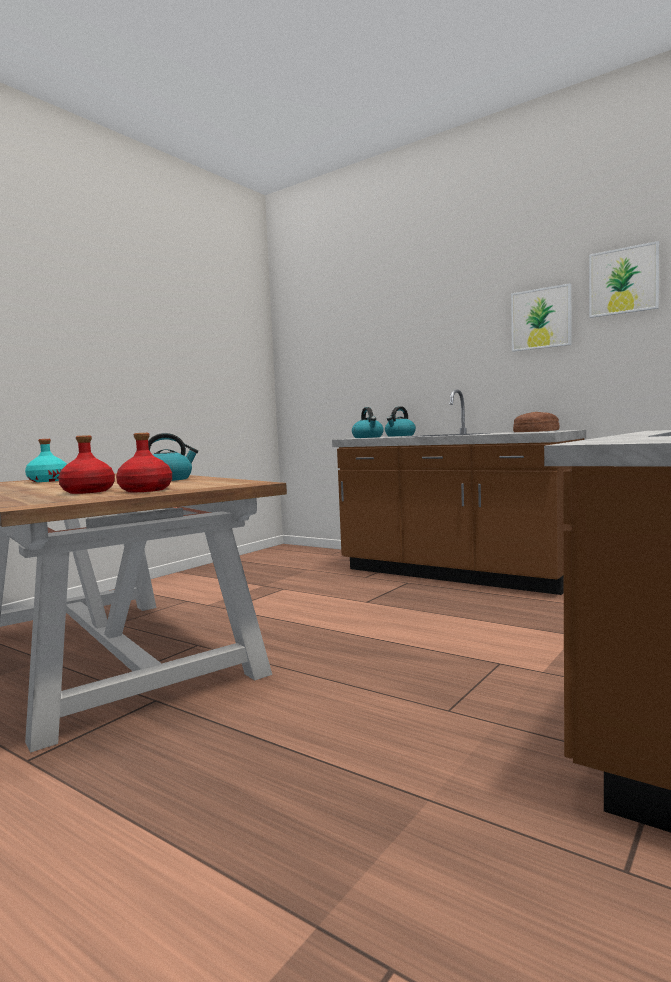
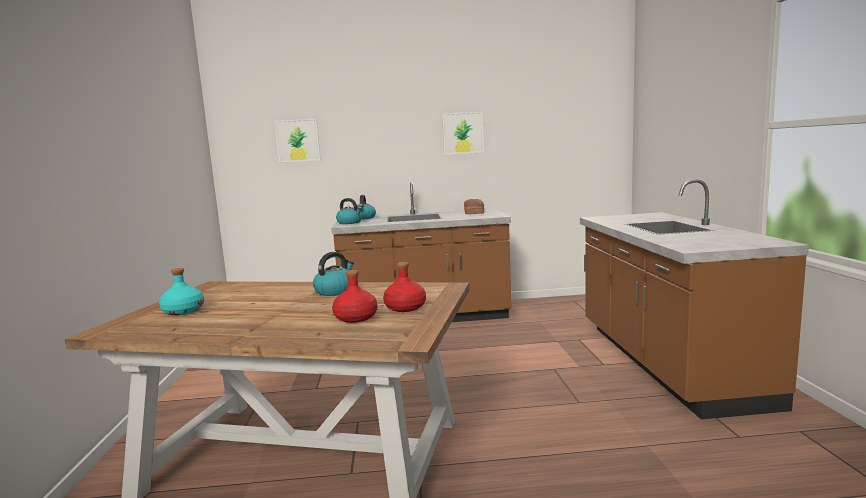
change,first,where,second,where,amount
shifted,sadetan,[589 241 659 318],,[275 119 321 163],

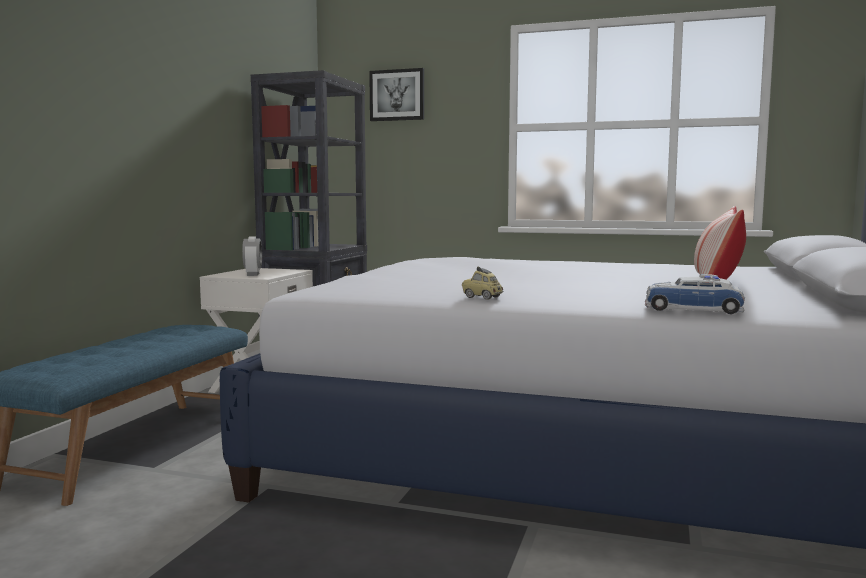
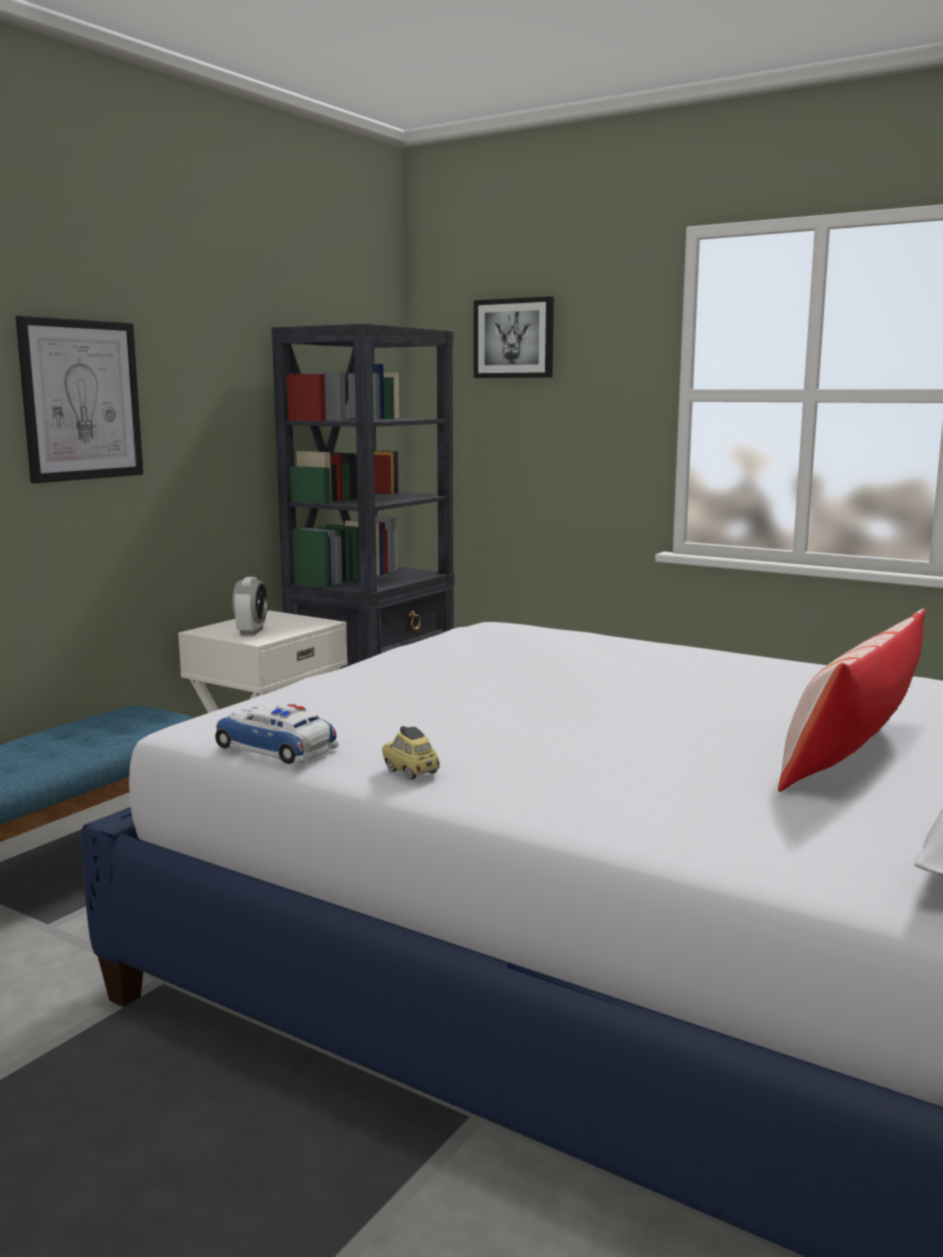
change,first,where,second,where,amount
shifted,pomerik,[645 274 746 314],,[215 704 339 764],
new,,,sadetan,[16 315 143 483],

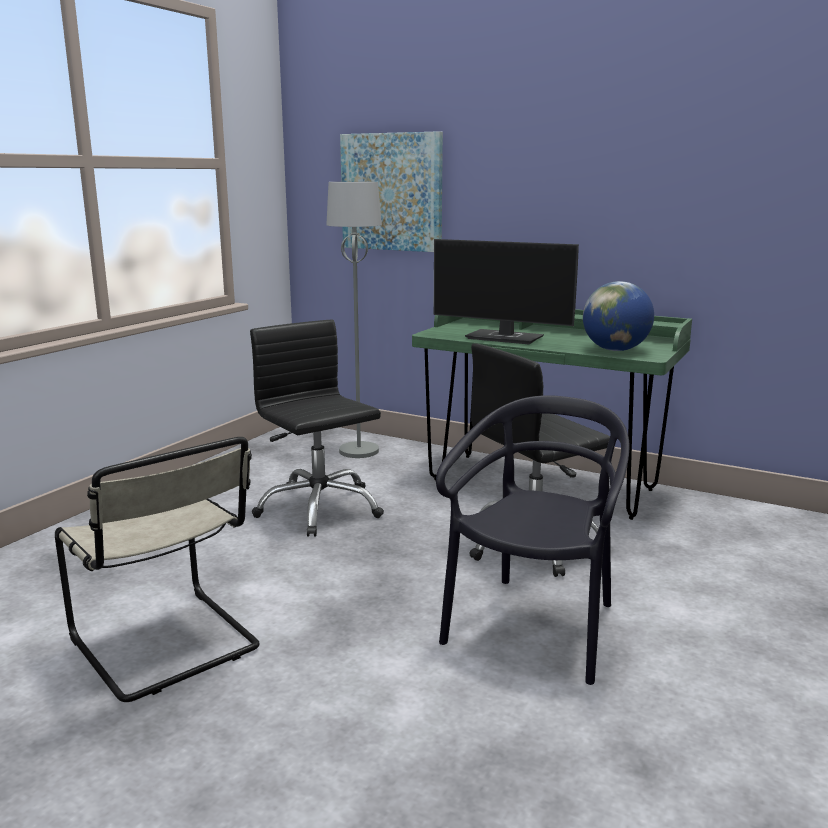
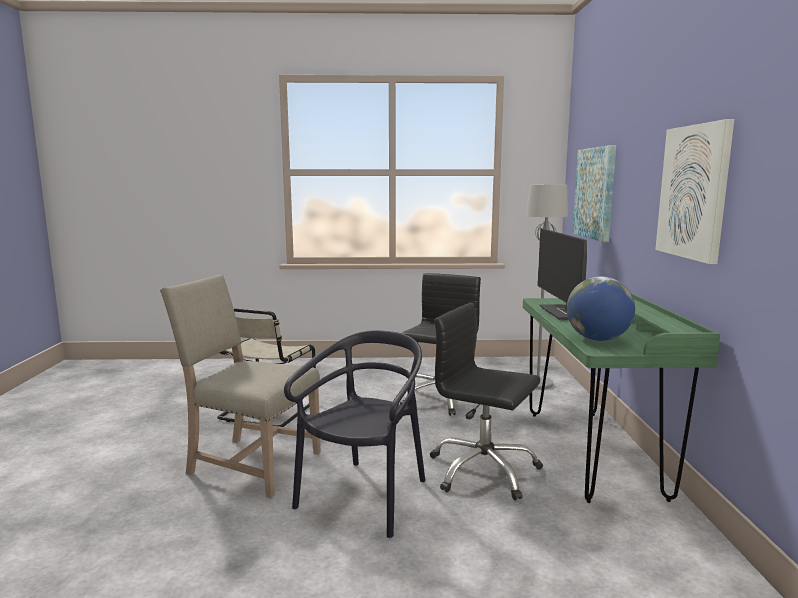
change,first,where,second,where,amount
rotated,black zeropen,[436 395 630 685],,[284 330 425 538],60 degrees counterclockwise
new,,,sadetan,[655 119 734 264],
new,,,beige zeropen,[160 274 321 498],

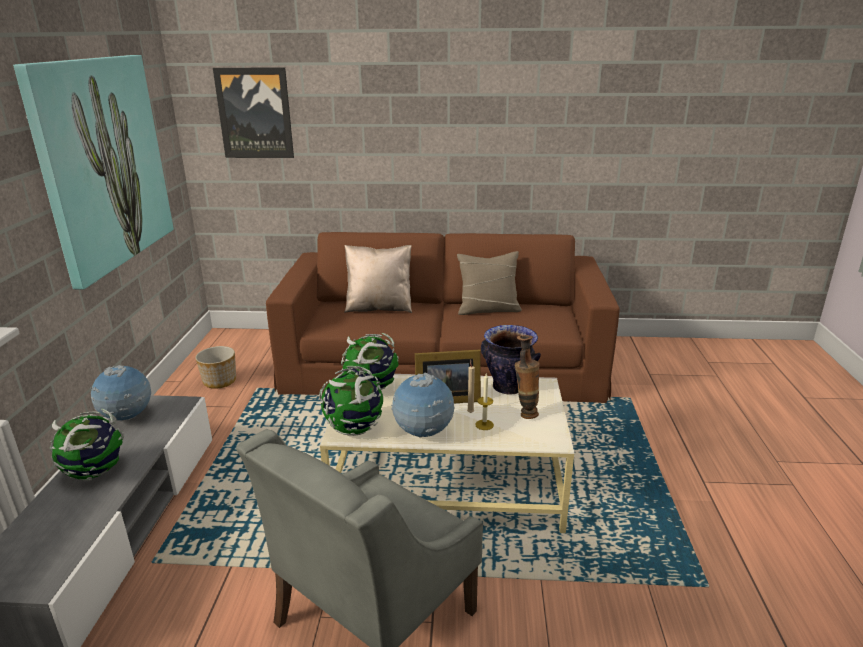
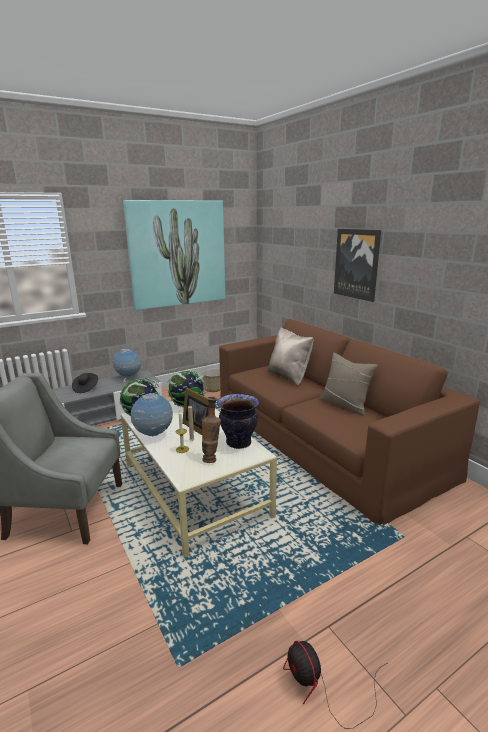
change,first,where,second,where,amount
shifted,sadetan,[213 67 294 158],,[334 229 381 302],
swapped,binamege,[50 409 124 481],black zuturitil,[72 373 98 393],
new,,,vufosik,[283 641 387 729],

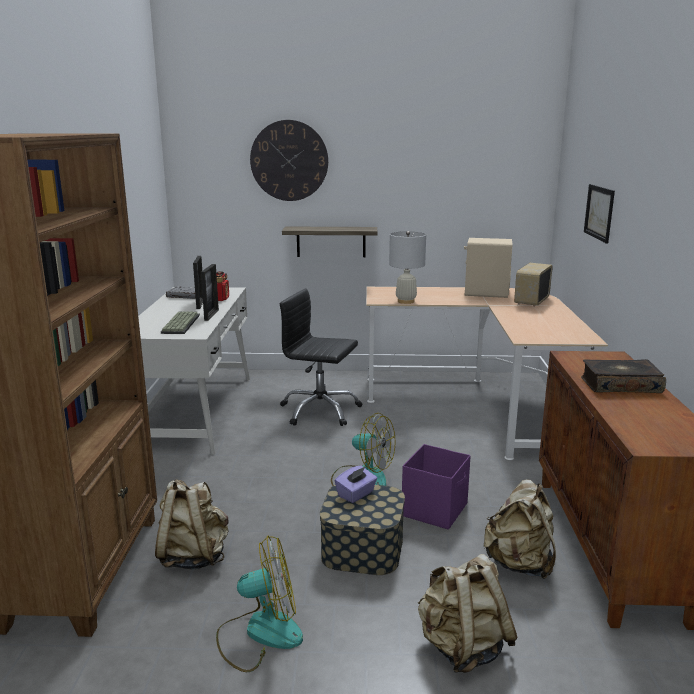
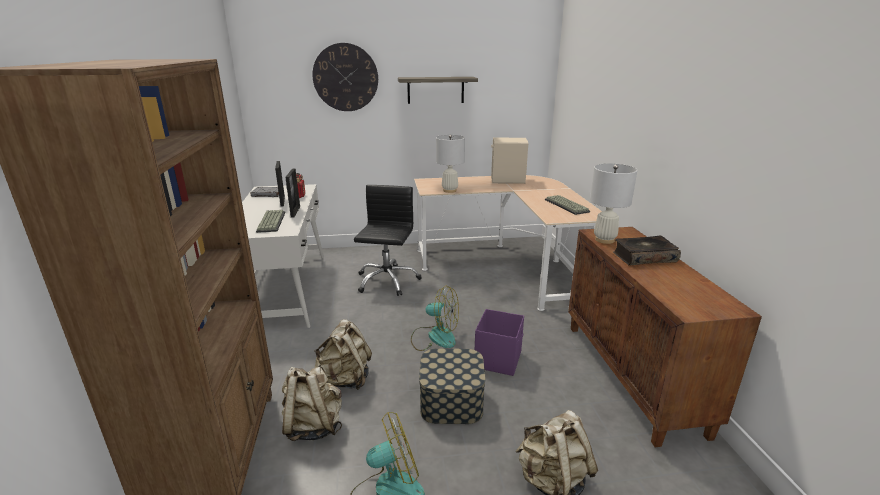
change,first,where,second,where,amount
gone,sadetan,[584 184 615 244],,,
shifted,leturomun,[282 227 377 257],,[398 77 478 104],
gone,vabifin,[514 263 553 307],,,
rotated,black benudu,[280 289 362 426],,[354 185 422 296],90 degrees clockwise
gone,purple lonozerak,[335 466 377 503],,,
shifted,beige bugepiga,[483 479 556 579],,[314 319 372 390],
new,,,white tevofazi,[590 164 637 244],
new,,,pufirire,[545 195 590 215],

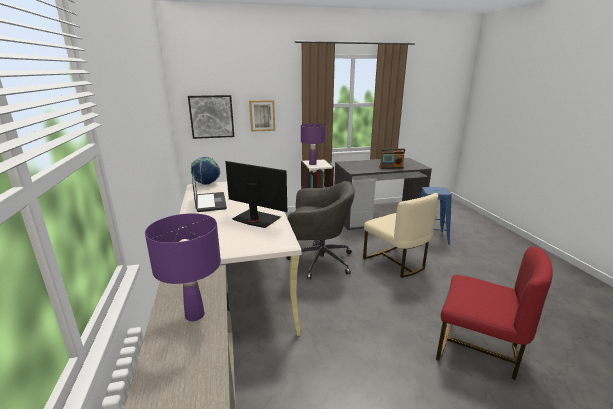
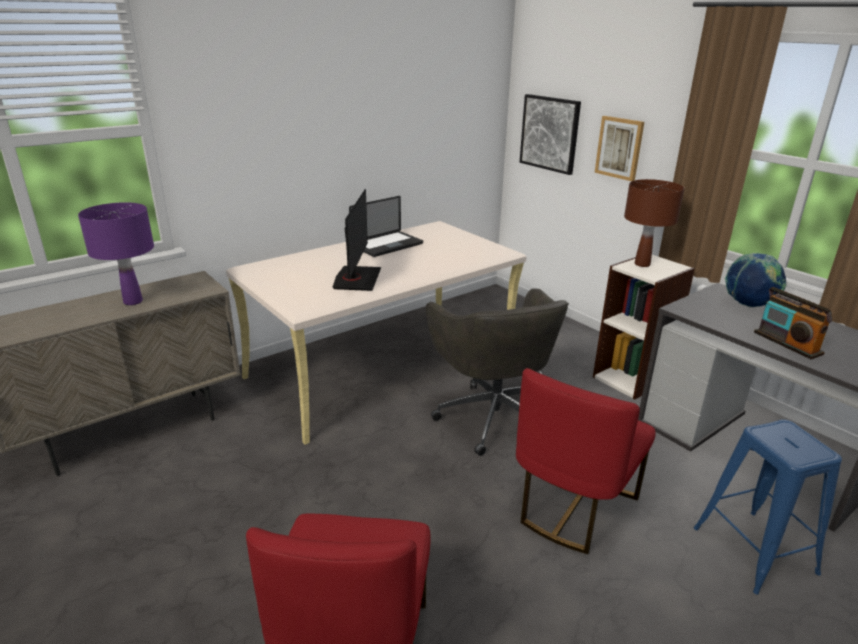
change,first,where,second,where,amount
repainted,purple tevofazi,[301 123 326 165],brown tevofazi,[624 179 684 267],
shifted,binamege,[191 156 220 185],,[725 253 786 307],
repainted,beige zeropen,[363 193 438 278],red zeropen,[516 368 656 554],

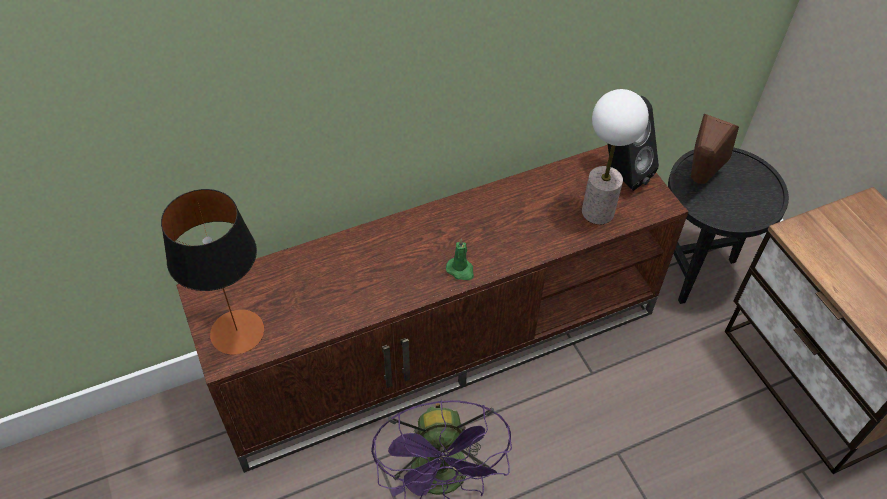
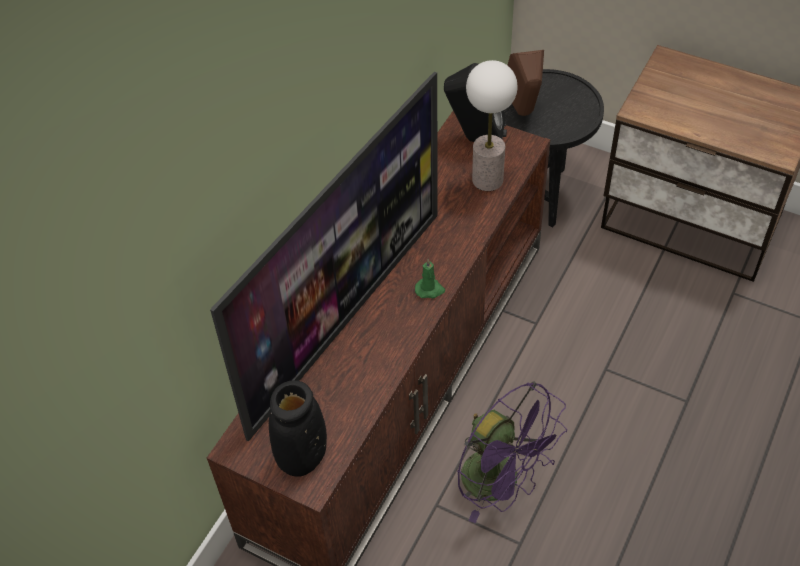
change,first,where,second,where,amount
swapped,tevofazi,[161 189 264 355],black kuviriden,[269 380 327 477],
new,,,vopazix,[210 72 438 441],

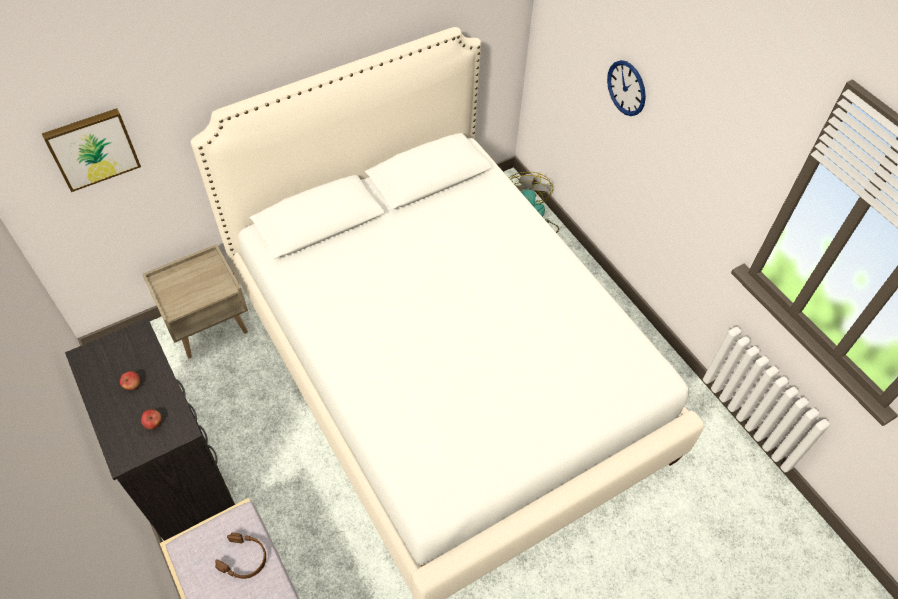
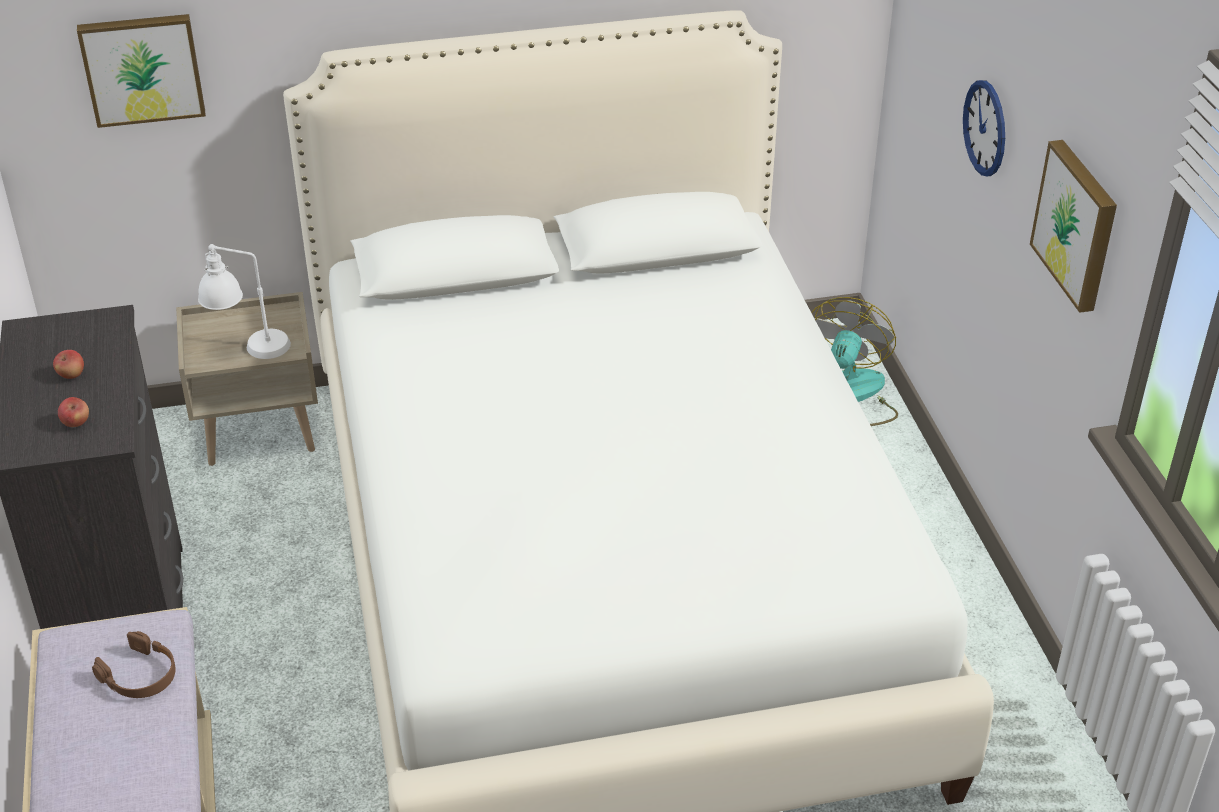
change,first,where,second,where,amount
new,,,sadetan,[1030 140 1117 313],
new,,,white tevofazi,[198 244 291 359],

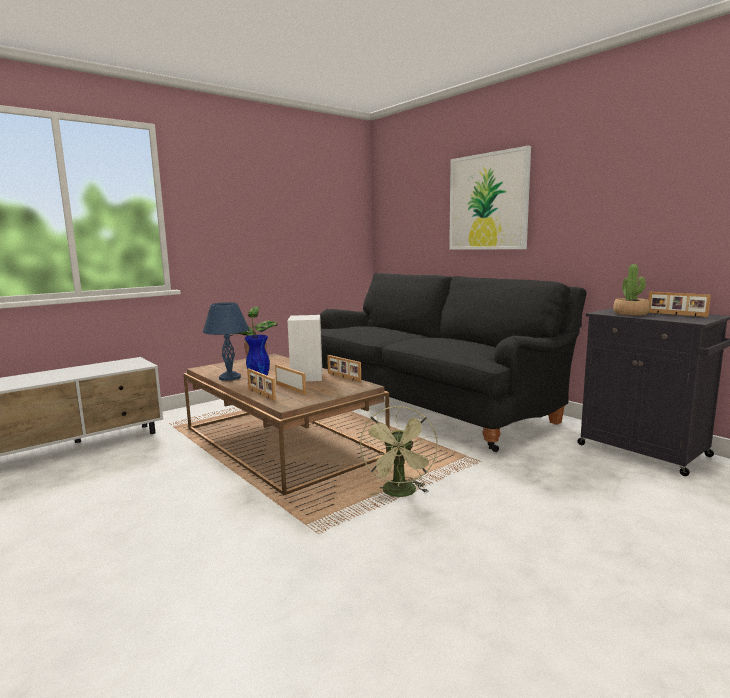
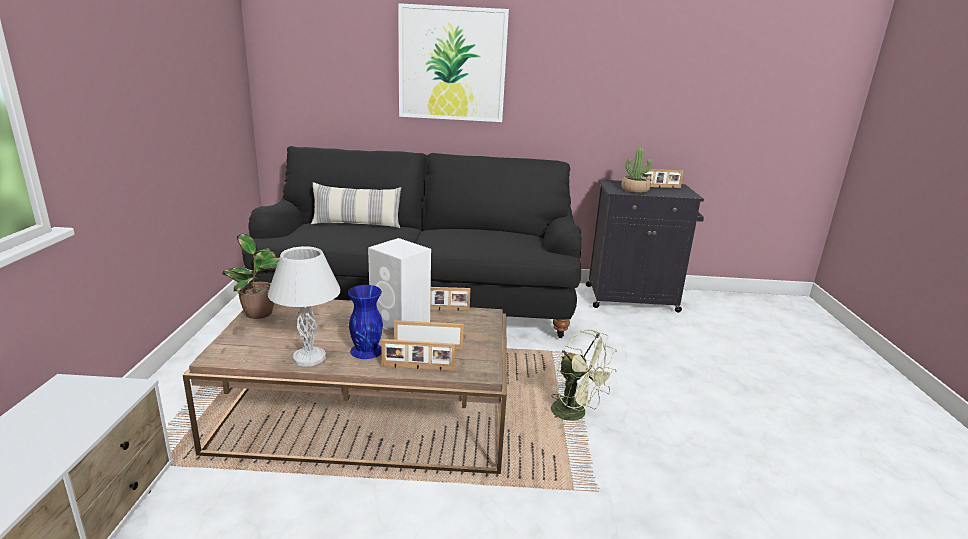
change,first,where,second,where,amount
repainted,blue tevofazi,[203 302 249 381],white tevofazi,[268 246 341 367],
new,,,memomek,[311 182 401 228],

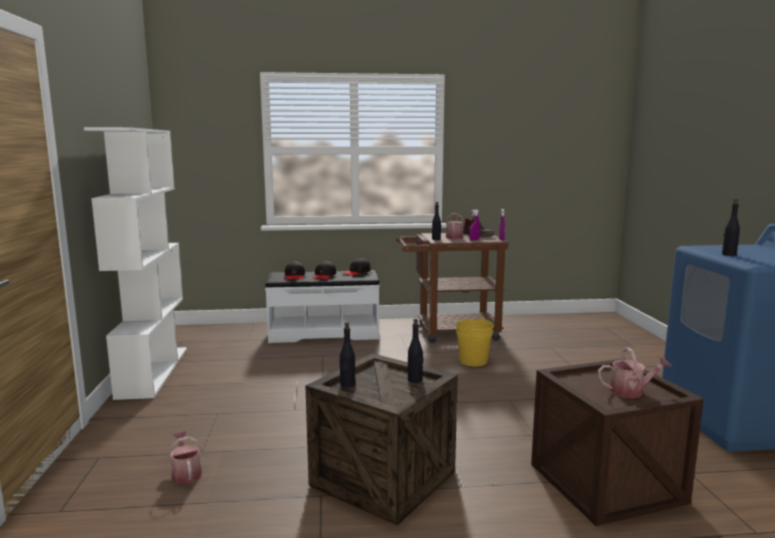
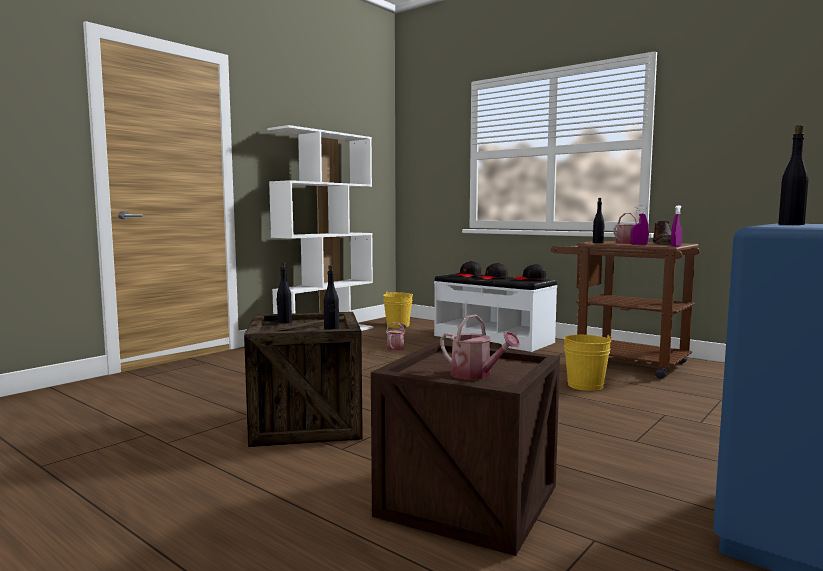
change,first,where,second,where,amount
shifted,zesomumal,[168 431 202 484],,[386 322 406 351],
new,,,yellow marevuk,[383 292 413 328],

